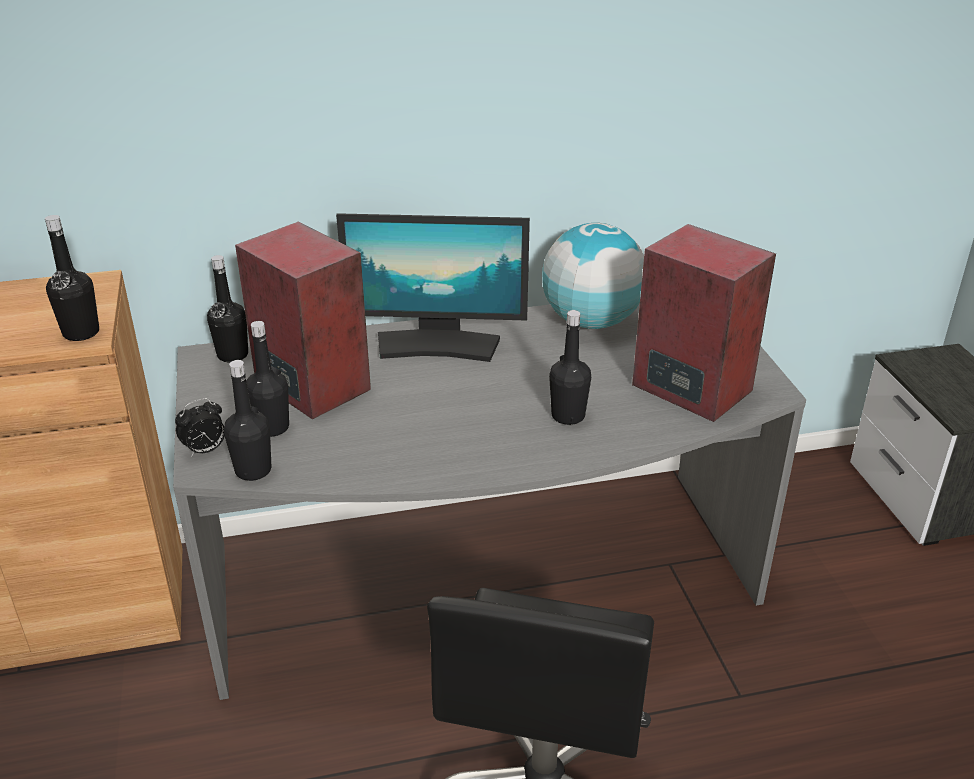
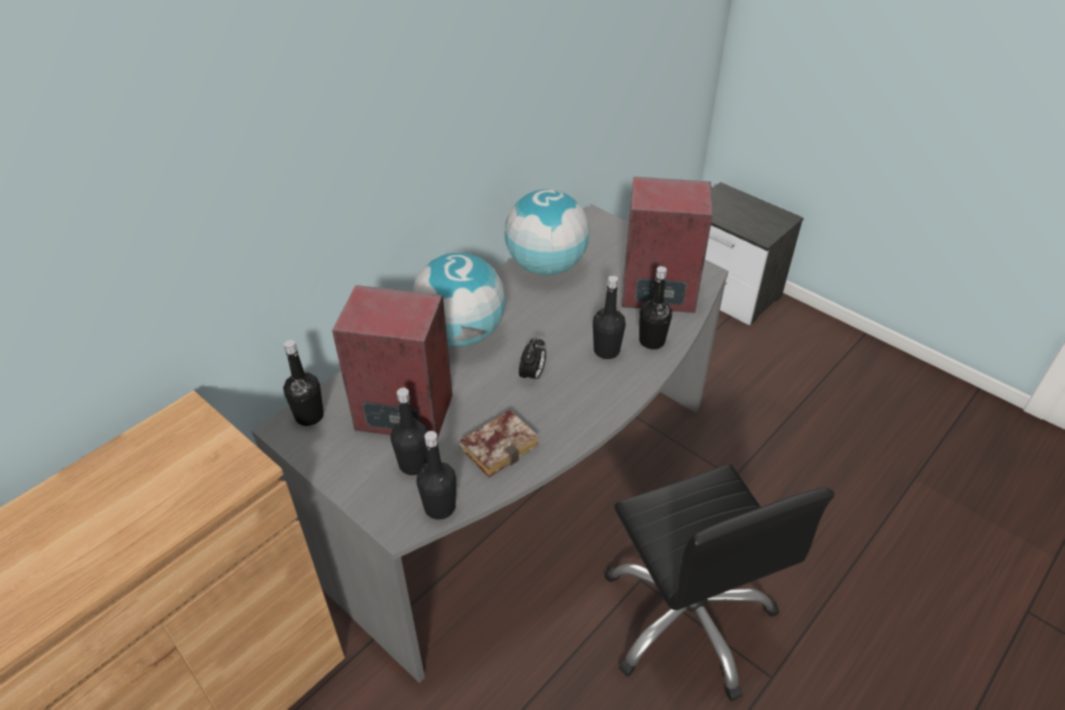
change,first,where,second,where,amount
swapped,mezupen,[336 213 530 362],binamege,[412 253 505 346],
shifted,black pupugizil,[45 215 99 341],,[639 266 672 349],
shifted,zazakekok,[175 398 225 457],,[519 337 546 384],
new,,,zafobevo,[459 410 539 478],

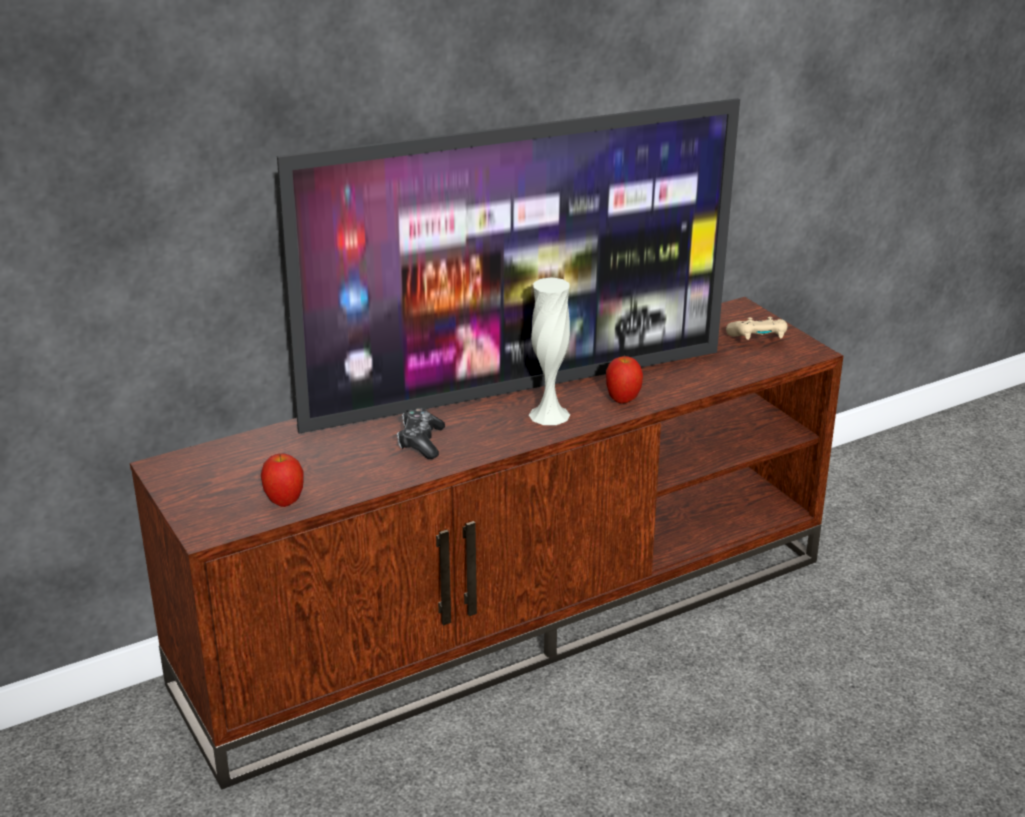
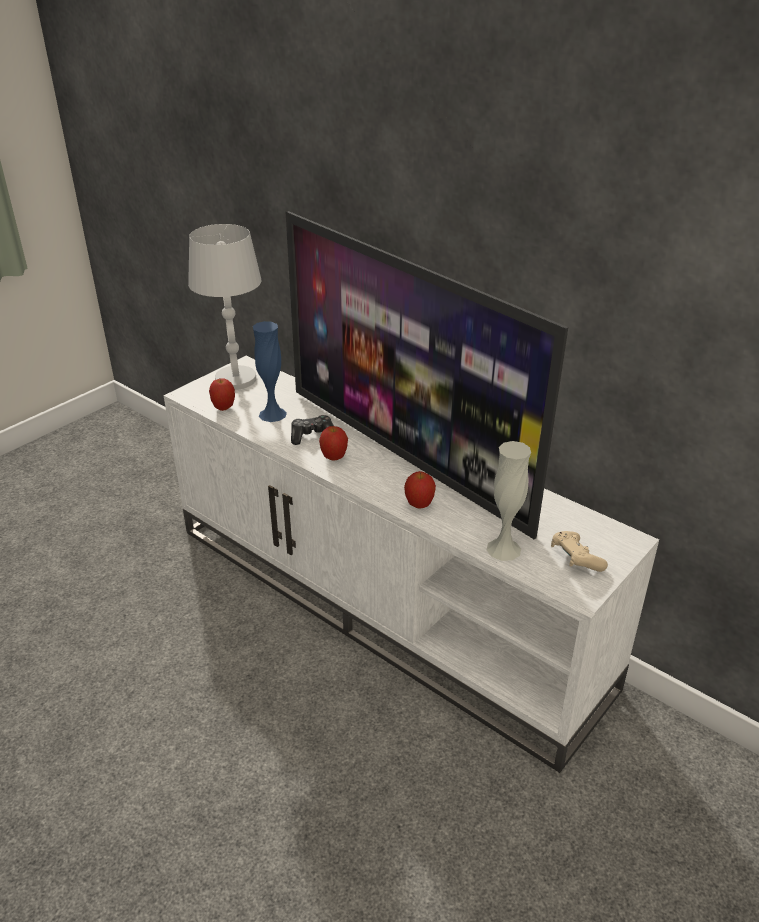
change,first,where,second,where,amount
shifted,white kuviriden,[529 277 570 425],,[486 441 531 561],
repainted,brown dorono,[130 297 843 789],white dorono,[164 356 659 773],
new,,,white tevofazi,[188 224 261 390],
new,,,blue kuviriden,[253 321 287 422],
new,,,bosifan,[319 426 348 461],

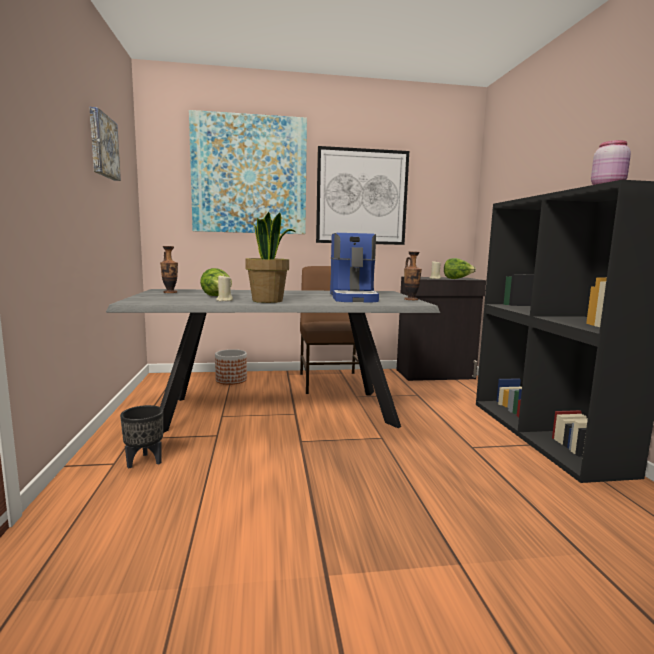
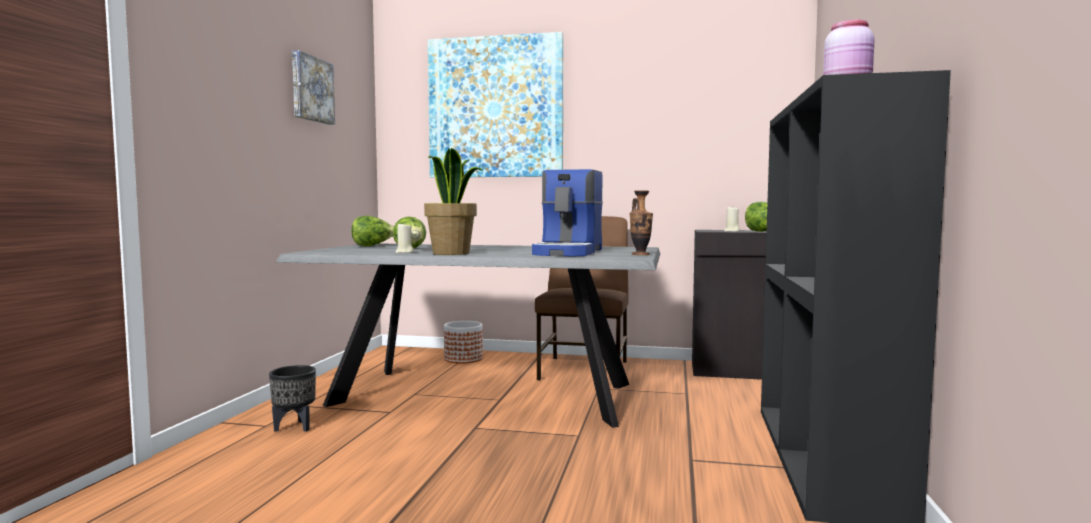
change,first,where,second,where,amount
gone,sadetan,[316 146 409 245],,,
swapped,kuviriden,[160 246 178 293],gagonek,[351 216 394 246],

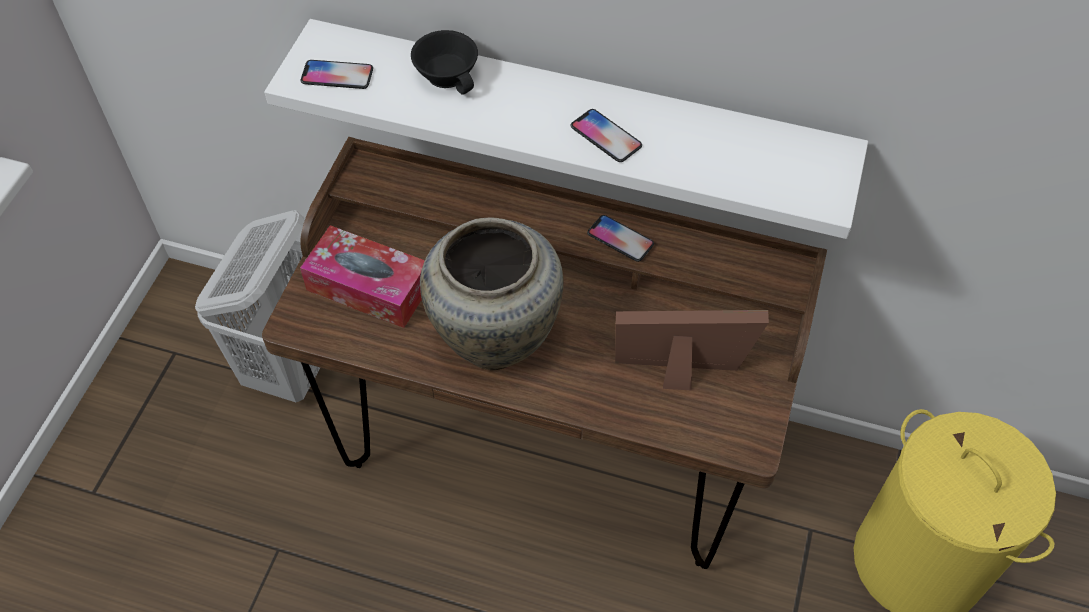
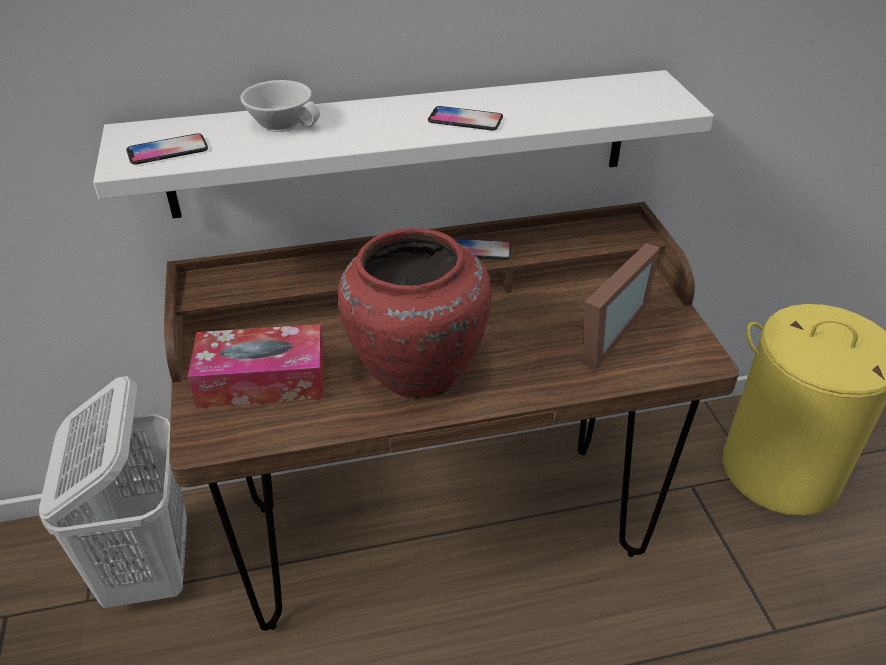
change,first,where,second,where,amount
repainted,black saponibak,[411 30 478 95],white saponibak,[240 80 320 132],
repainted,beige kuviriden,[420 218 564 370],red kuviriden,[337 228 491 399],
rotated,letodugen,[615 310 769 390],,[580 243 660 370],150 degrees clockwise

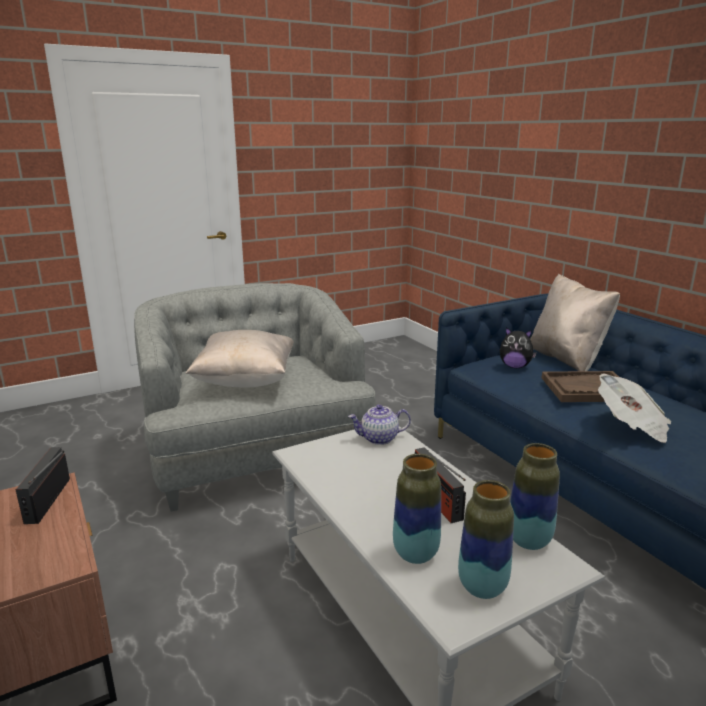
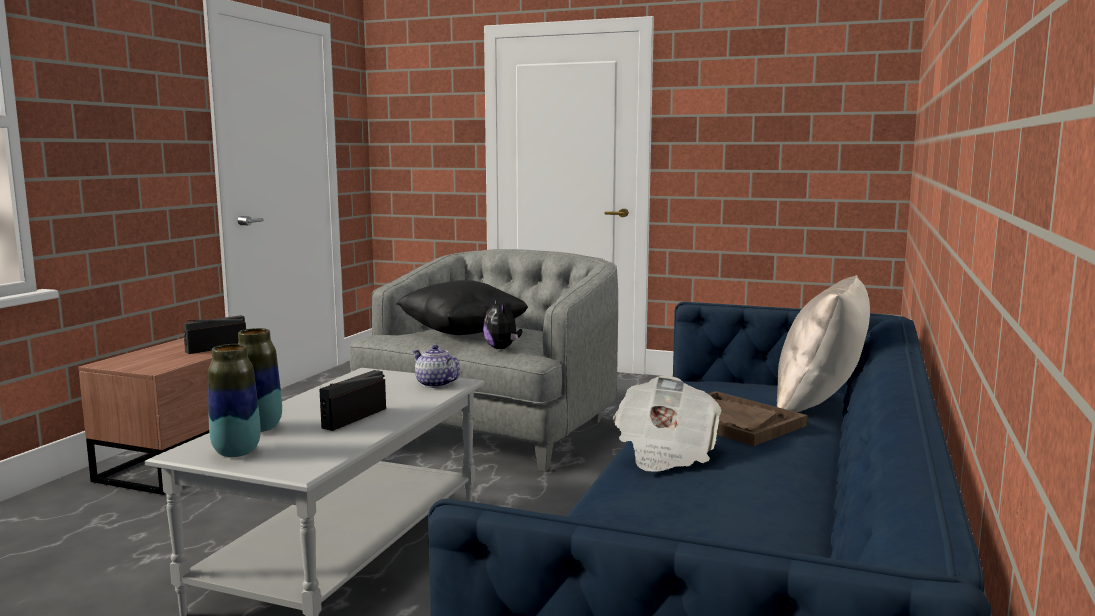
change,first,where,second,where,amount
shifted,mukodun,[500 327 537 368],,[483 298 522 349],
repainted,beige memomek,[185 330 294 387],black memomek,[396 280 528 335],
gone,kuviriden,[510 443 560 550],,,

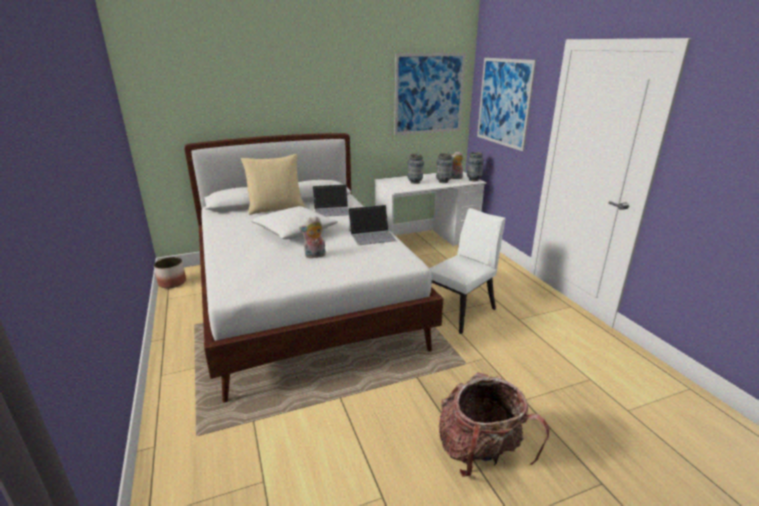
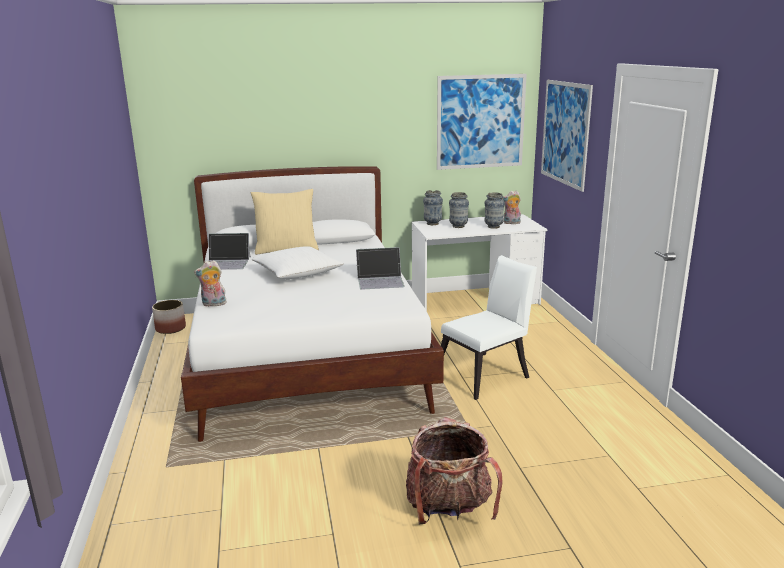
change,first,where,second,where,amount
shifted,kuviriden,[467 152 484 181],,[423 190 443 225],
shifted,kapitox,[313 184 349 217],,[208 233 251 270],
shifted,mukodun,[299 216 326 258],,[194 260 227 307],

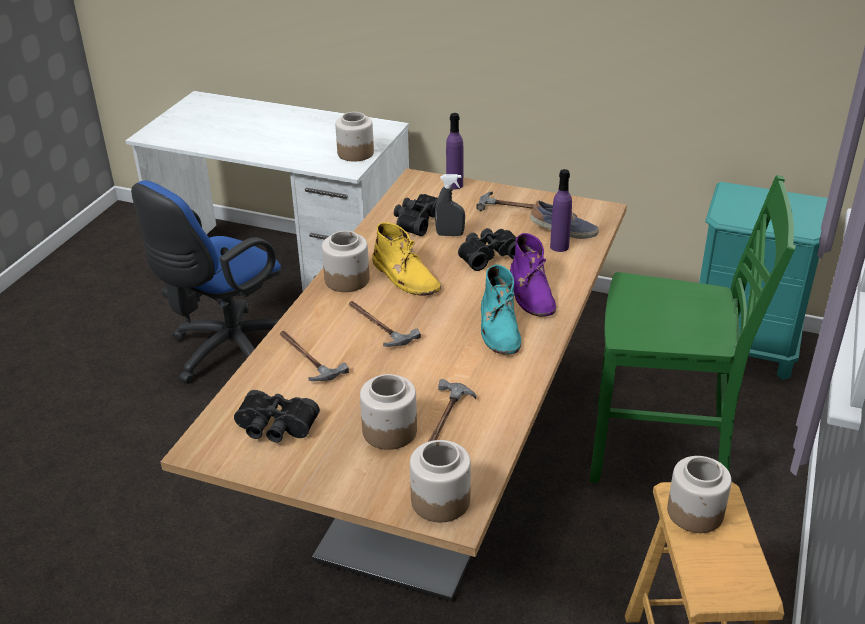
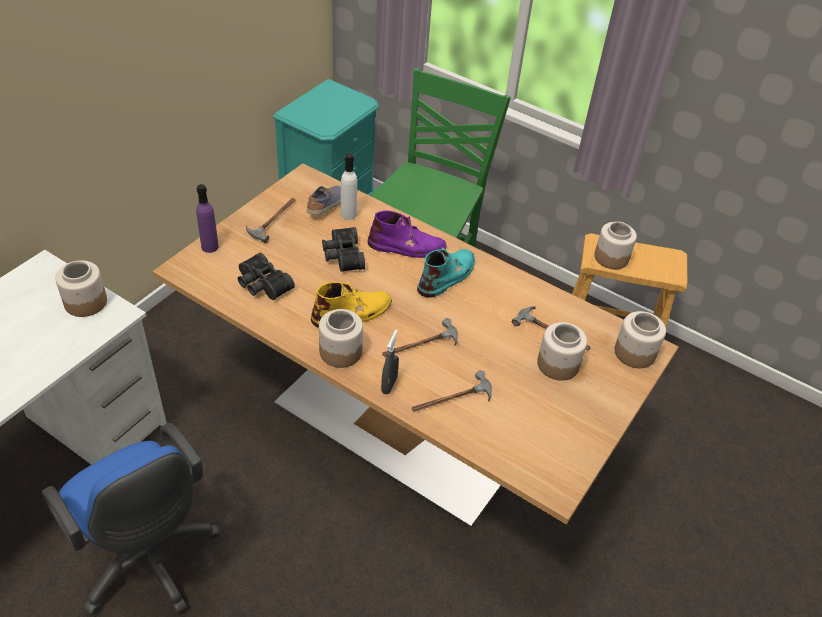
change,first,where,second,where,amount
repainted,purple pupugizil,[550 169 572 252],white pupugizil,[341 154 357 220],
shifted,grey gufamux,[435 174 465 236],,[381 330 399 394],
rotated,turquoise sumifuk,[481 265 521 355],,[417 247 475 298],60 degrees counterclockwise
gone,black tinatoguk,[234 390 320 443],,,

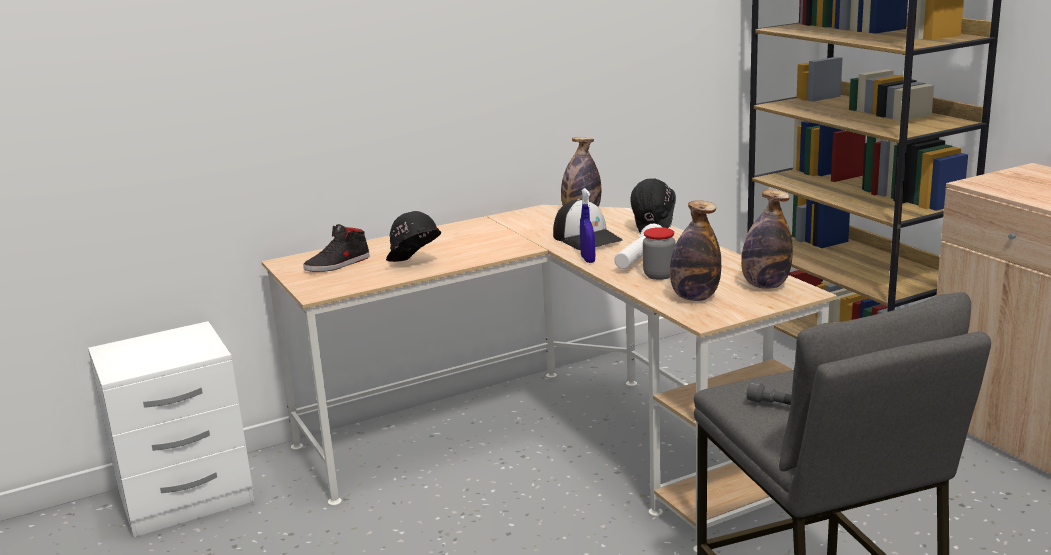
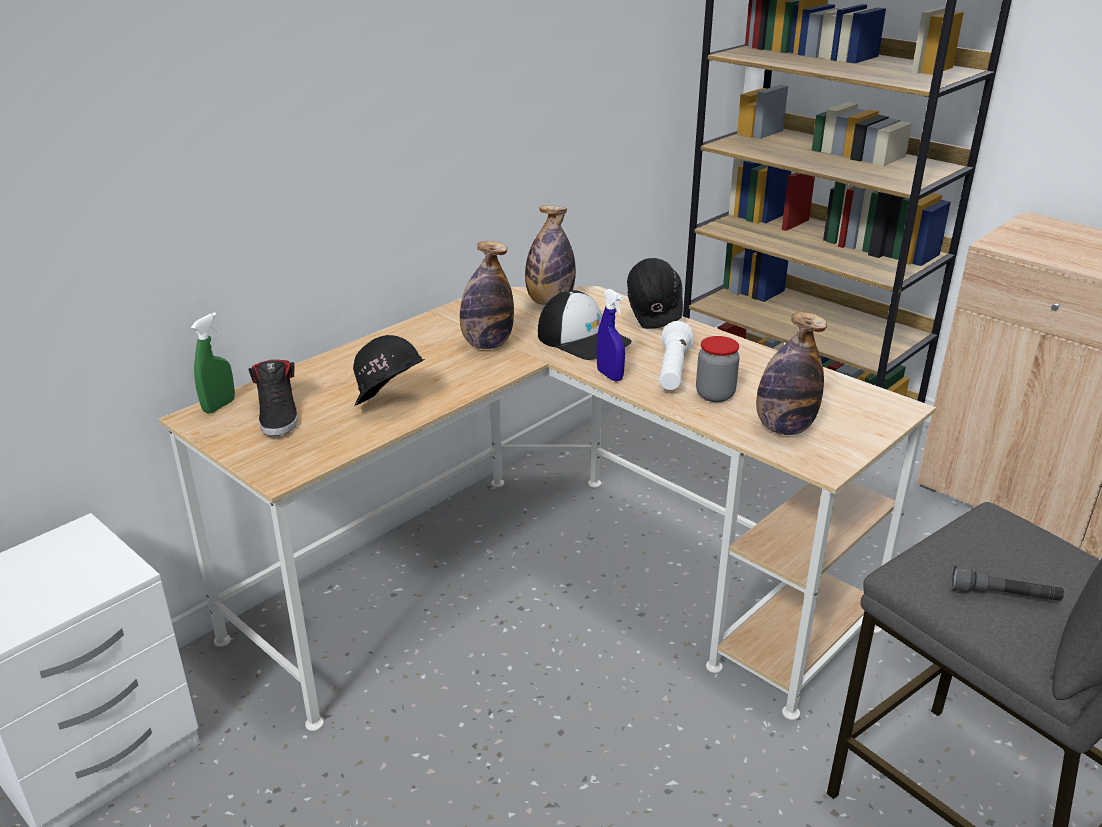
change,first,where,second,where,amount
shifted,pupugizil,[741 190 793 289],,[460 241 514 349],
rotated,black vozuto,[303 224 370 272],,[248 360 298 436],45 degrees counterclockwise
new,,,green gufamux,[191 312 235 414],

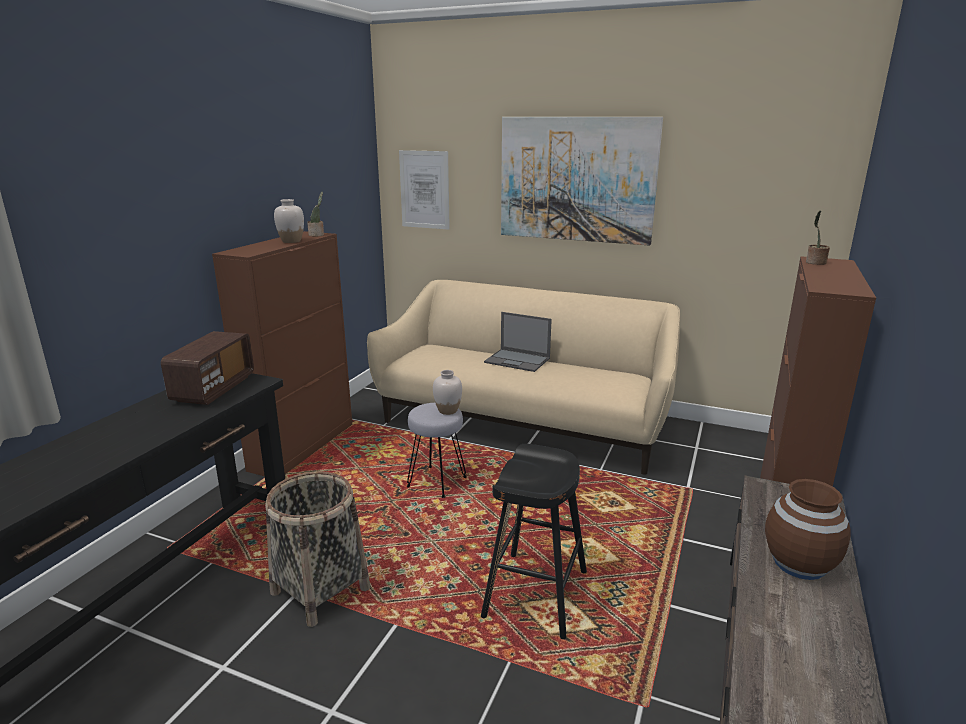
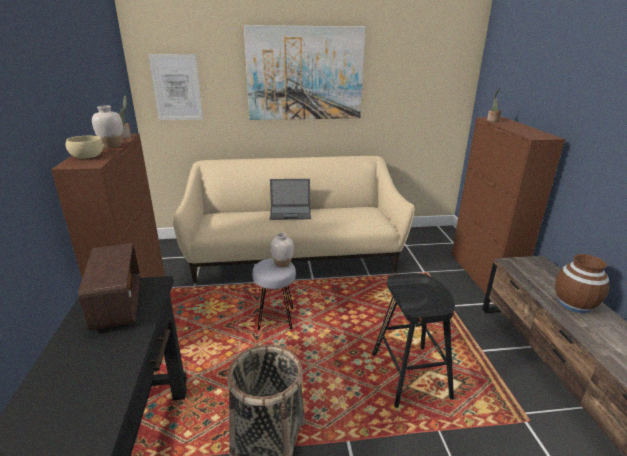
change,first,where,second,where,amount
new,,,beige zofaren,[65 136 104 158],

